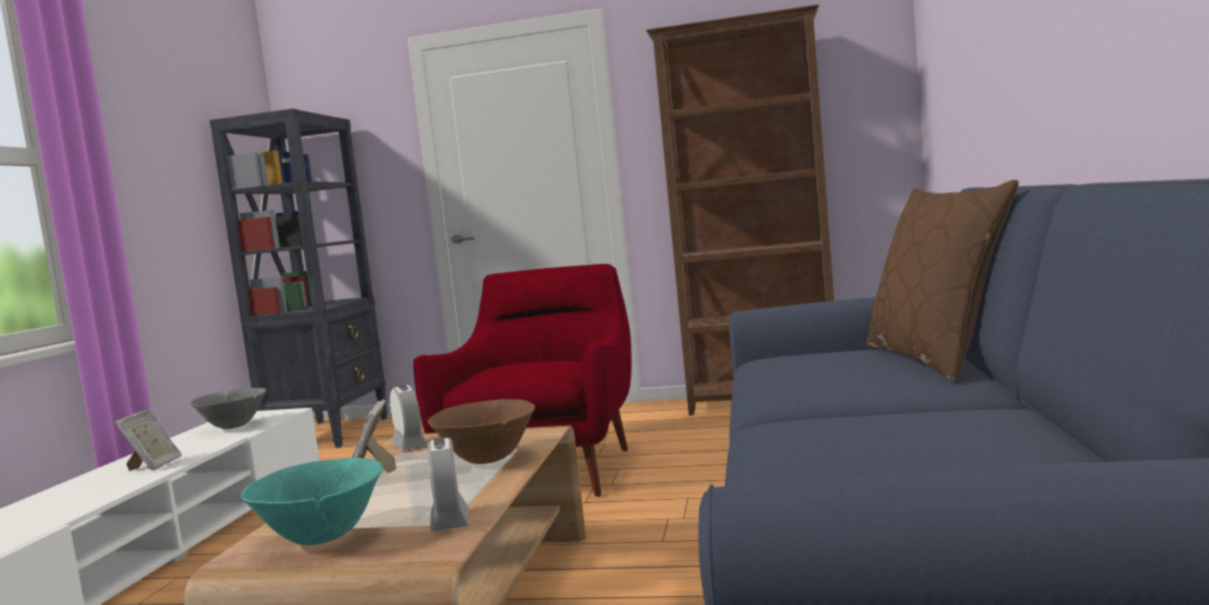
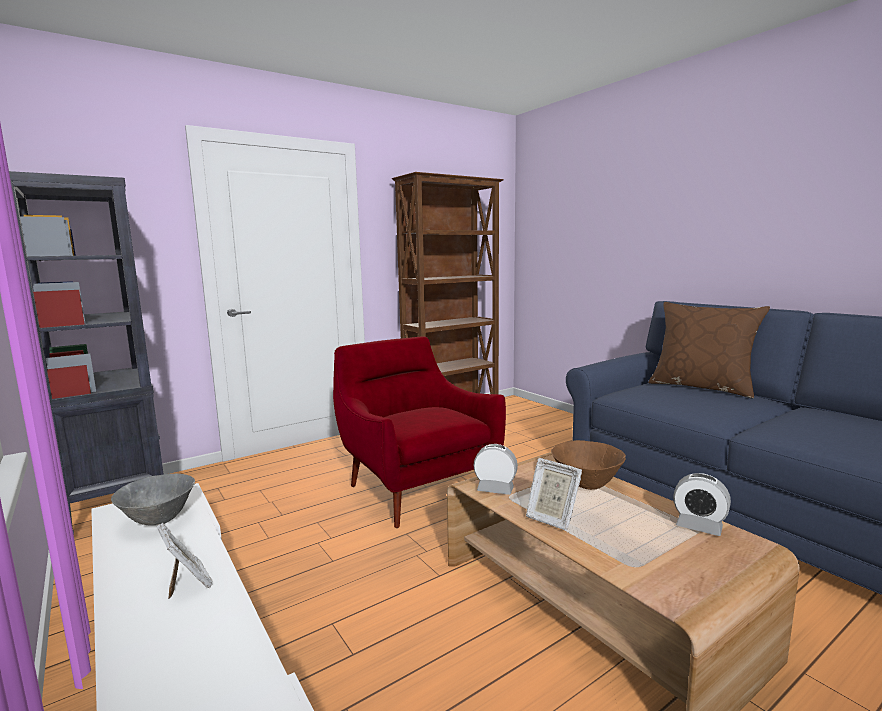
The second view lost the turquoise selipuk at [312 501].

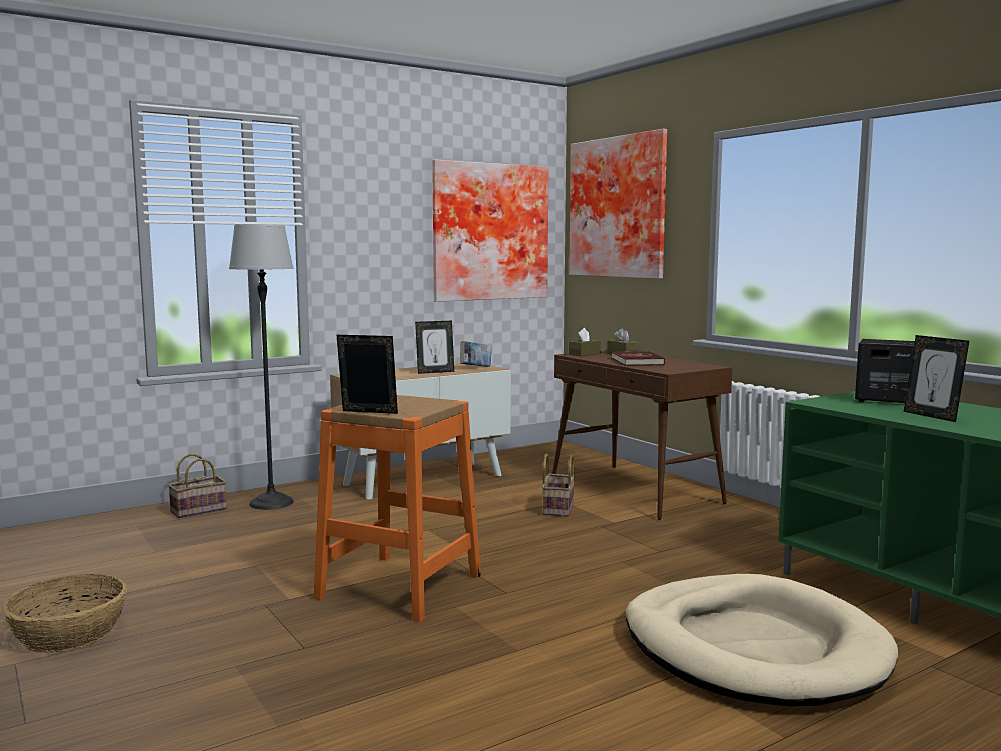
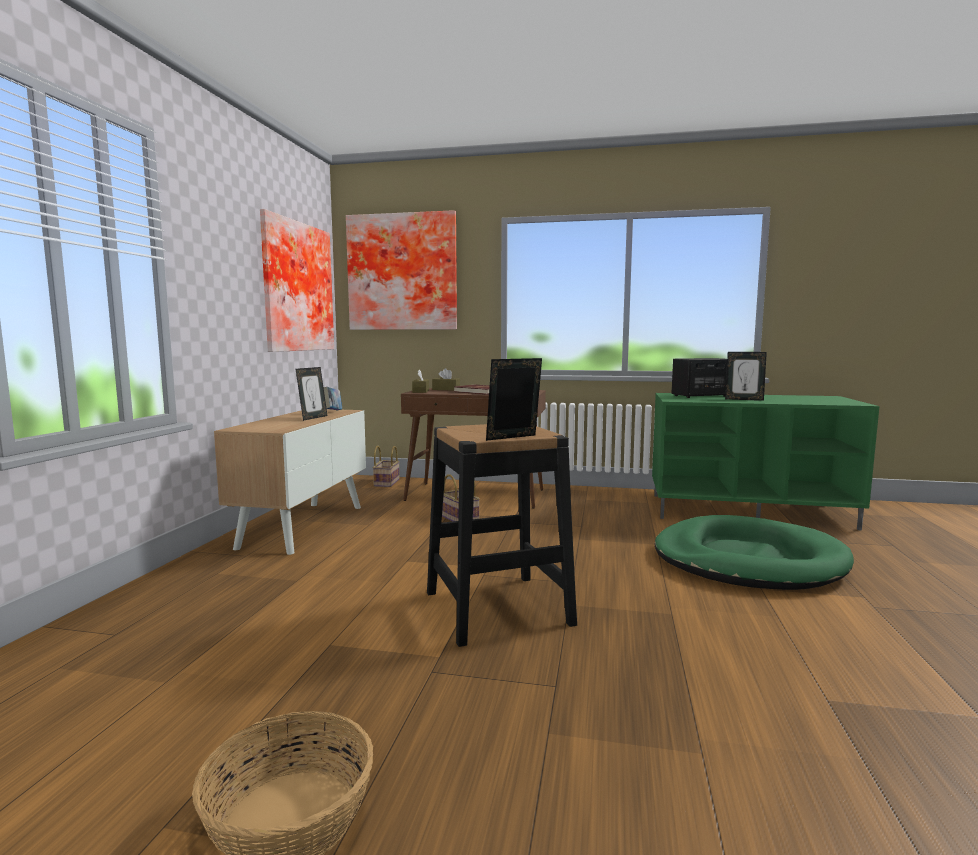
The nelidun ended up elsewhere, having gone from [197 486] to [386 466]. The second view lost the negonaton at [261 367]. What was the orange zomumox at [397 508] turned into the black zomumox at [502 535]. What was the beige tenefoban at [762 640] turned into the green tenefoban at [754 552].

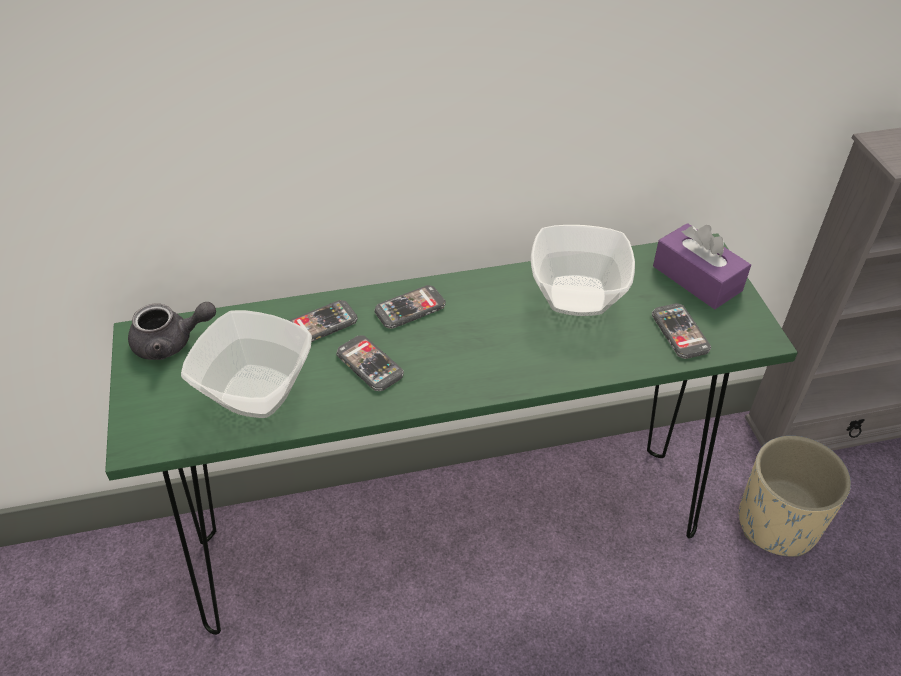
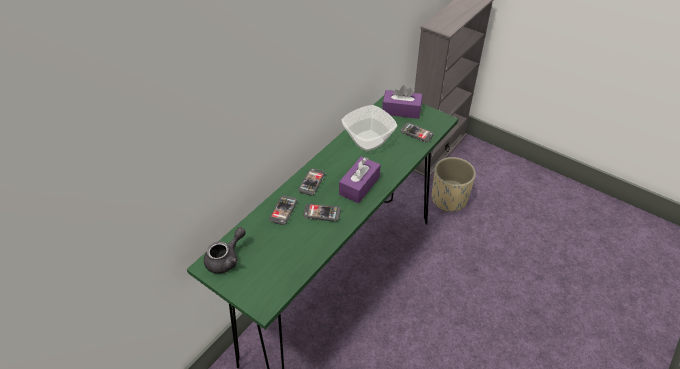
The second view lost the selipuk at [246 364]. The second view gained the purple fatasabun at [360 179].

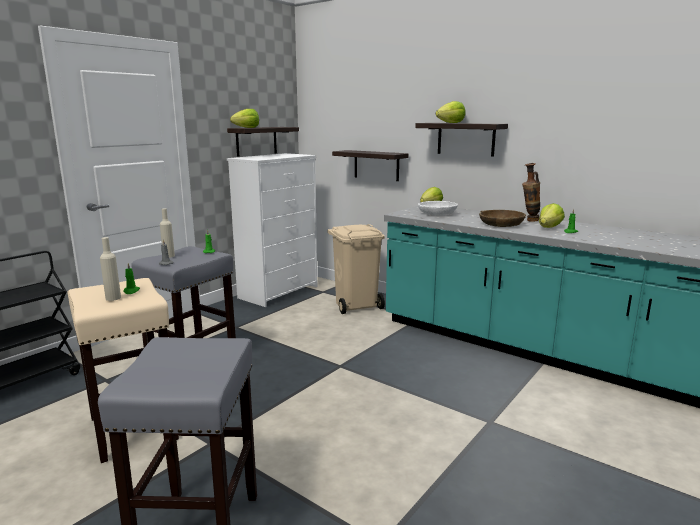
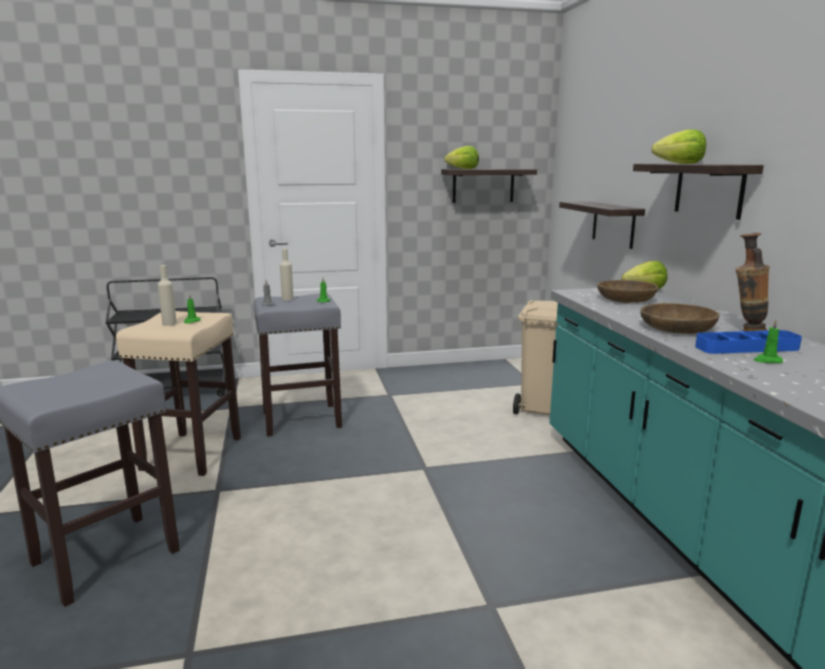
The second view lost the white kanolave at [272 230]. What was the white selipuk at [438 208] turned into the brown selipuk at [628 291]. Where the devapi stood at [552 215], the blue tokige came to stand at [748 342].

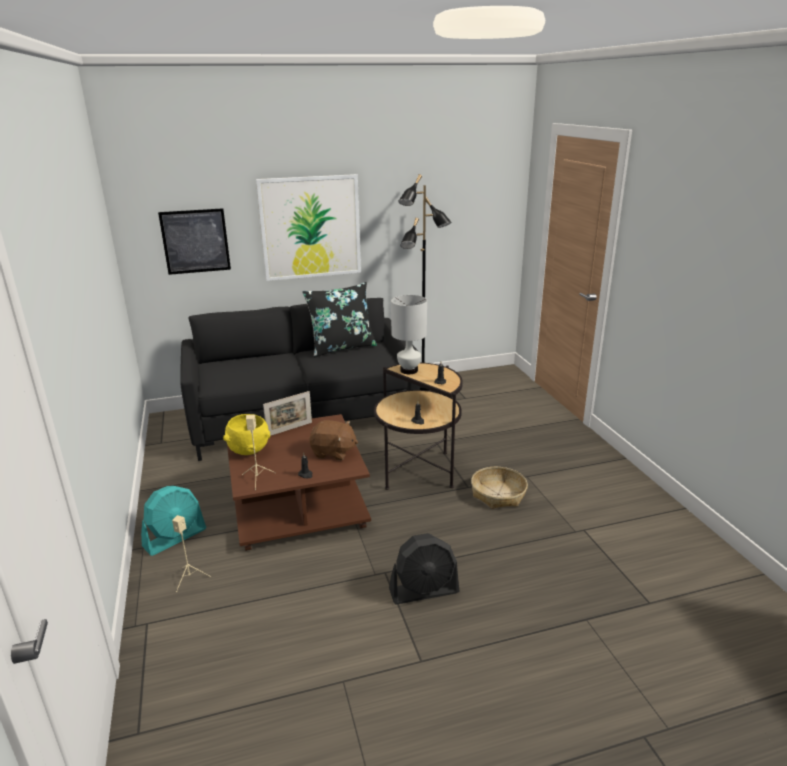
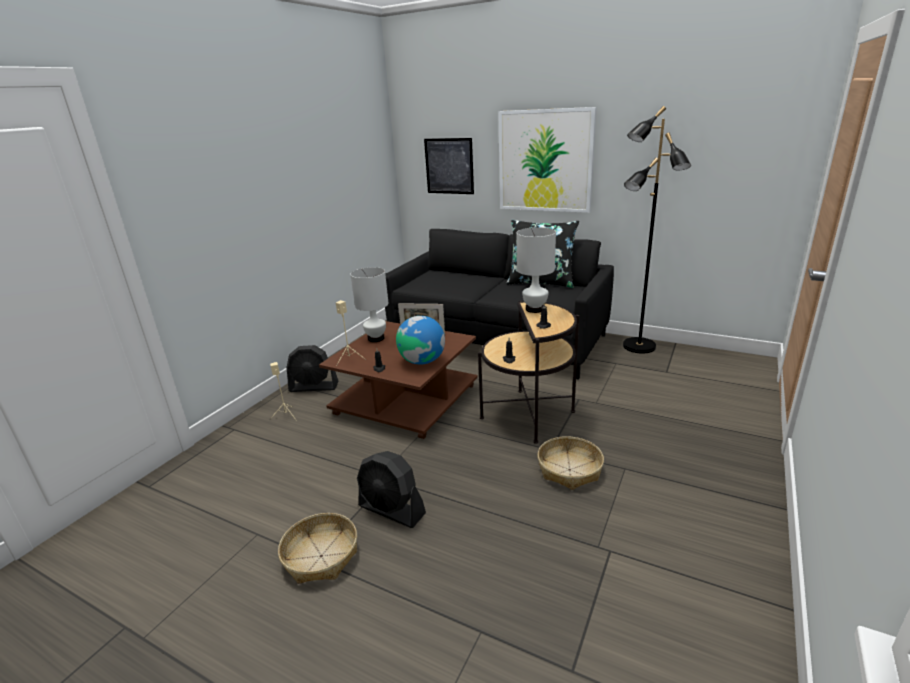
What was the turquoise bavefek at [173 521] turned into the black bavefek at [312 368]. Where the yellow selipuk stood at [246 434], the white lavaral came to stand at [369 304]. Where the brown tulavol stood at [333 440], the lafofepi came to stand at [420 340]. The second view gained the nelidun at [317 548].

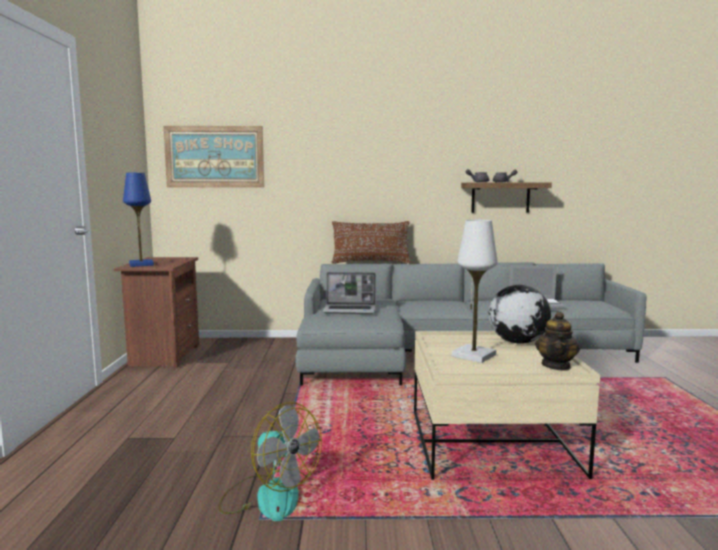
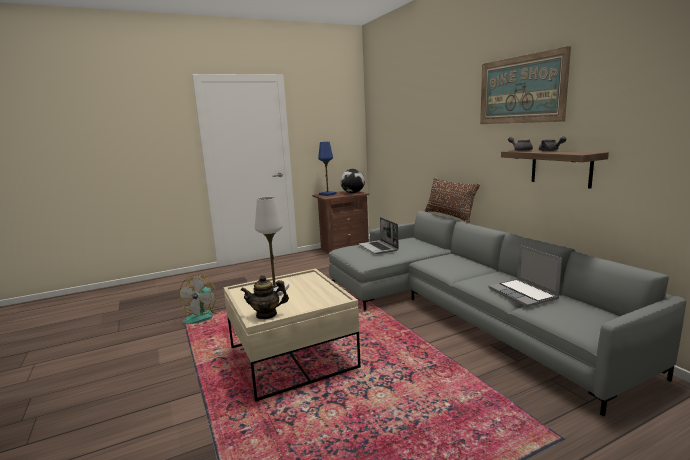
The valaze ended up elsewhere, having gone from [213 156] to [525 85]. The lafofepi ended up elsewhere, having gone from [520 314] to [352 181].

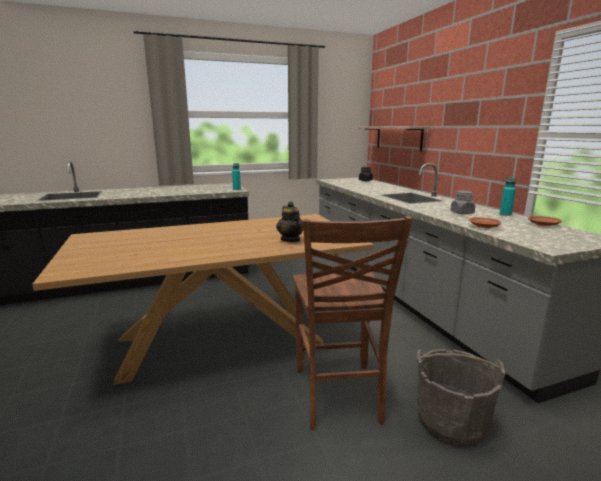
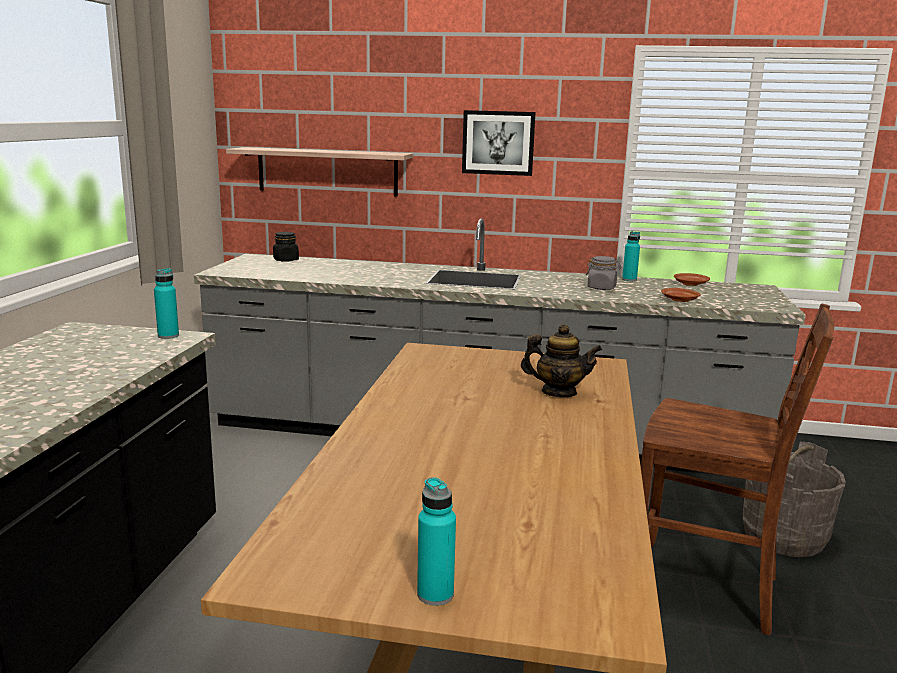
The second view gained the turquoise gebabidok at [436 541]. The second view gained the valaze at [499 143].

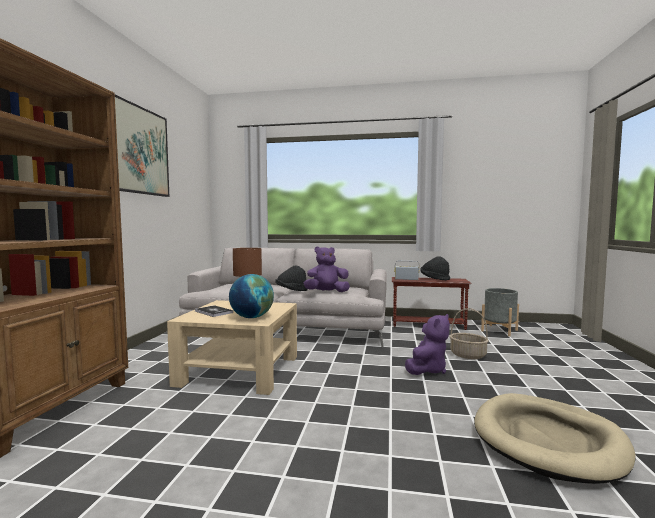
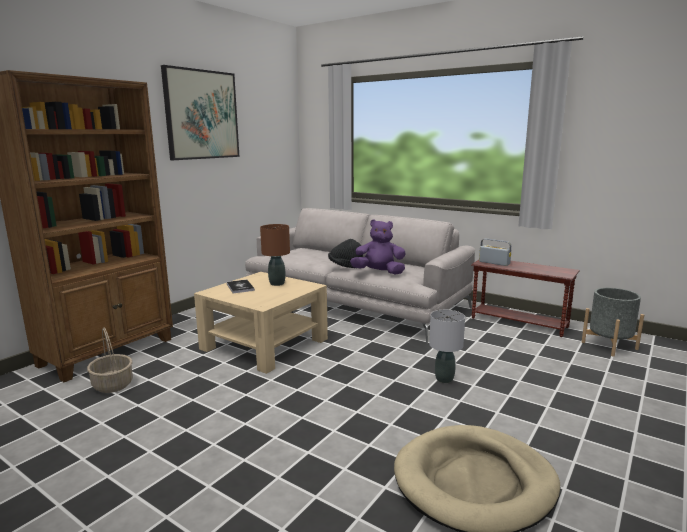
The second view lost the lafofepi at [251 296]. Where the purple tulavol stood at [427 344], the grey lavaral came to stand at [447 346]. The second view lost the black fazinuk at [435 268]. The nelidun ended up elsewhere, having gone from [469 333] to [110 360].

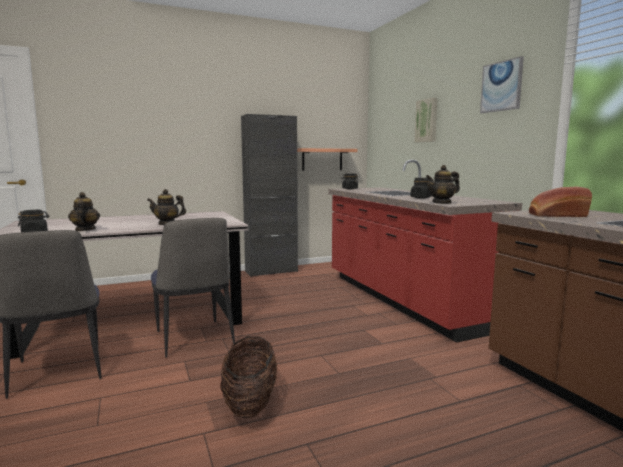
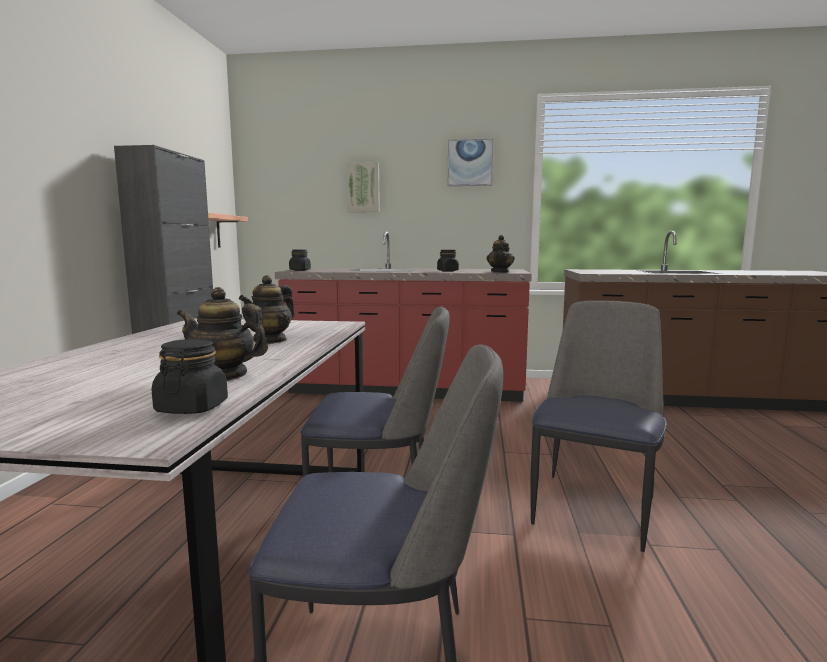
Where the nelidun stood at [248 377], the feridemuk came to stand at [598 426]. The second view lost the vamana at [560 202].

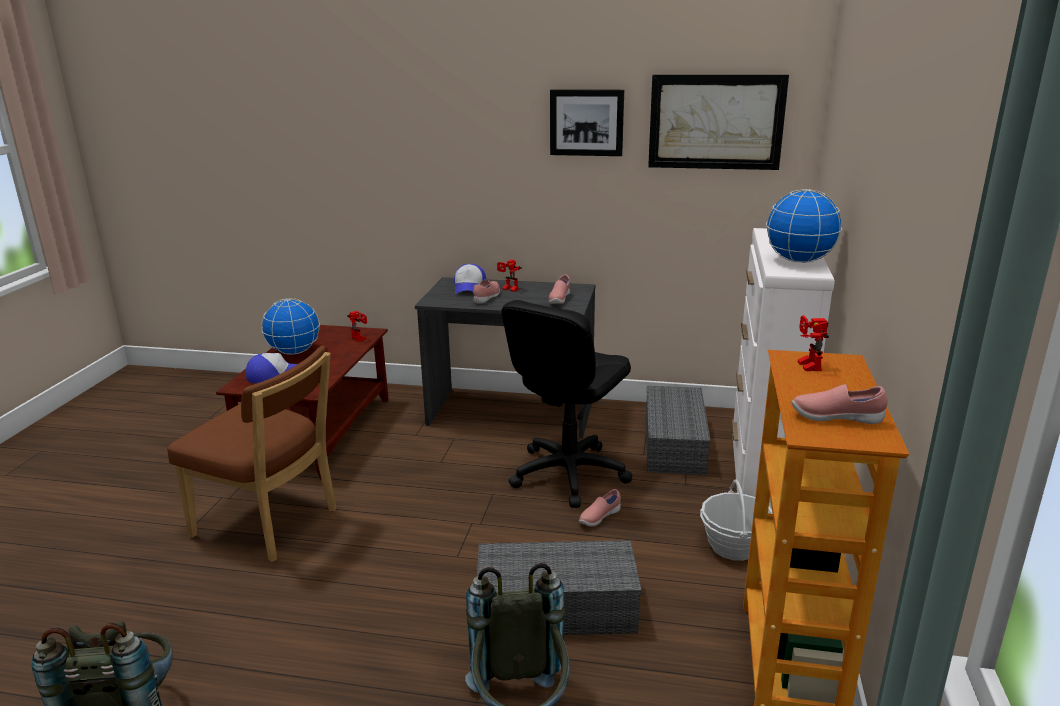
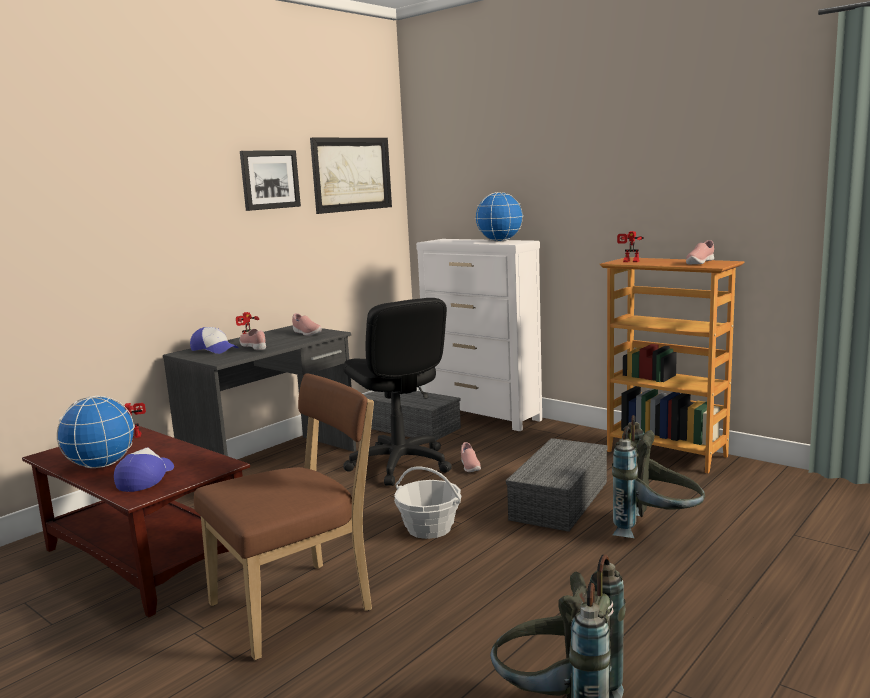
The nelidun ended up elsewhere, having gone from [736 520] to [427 502].

